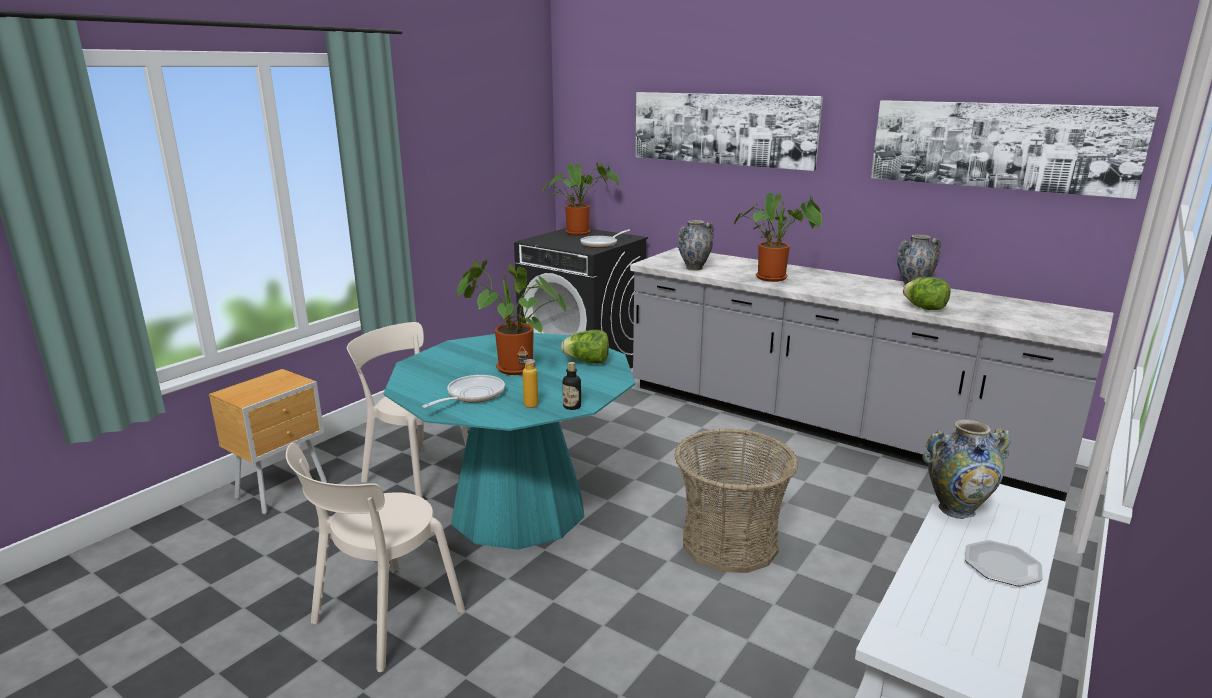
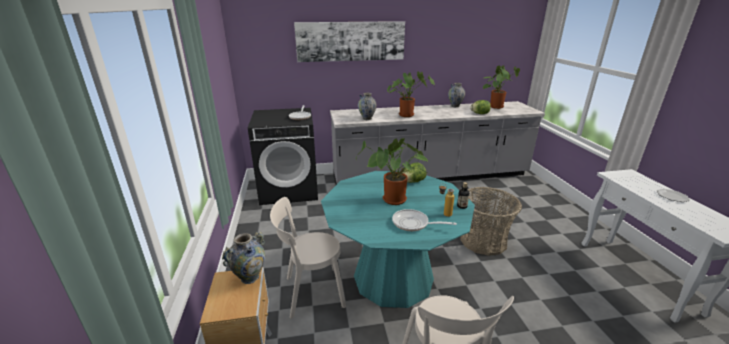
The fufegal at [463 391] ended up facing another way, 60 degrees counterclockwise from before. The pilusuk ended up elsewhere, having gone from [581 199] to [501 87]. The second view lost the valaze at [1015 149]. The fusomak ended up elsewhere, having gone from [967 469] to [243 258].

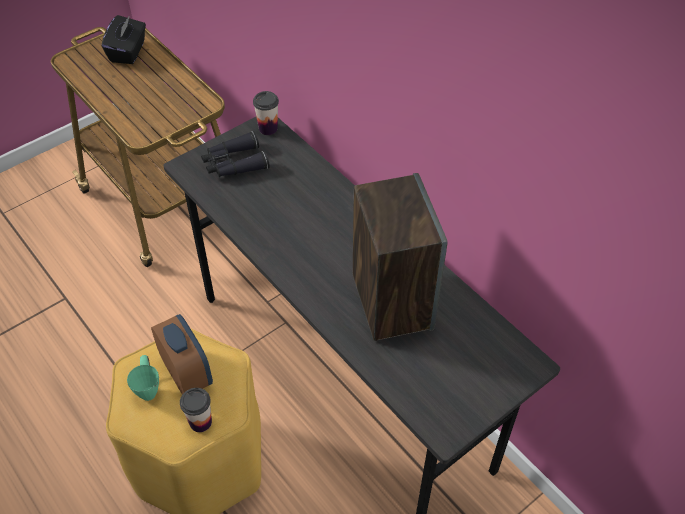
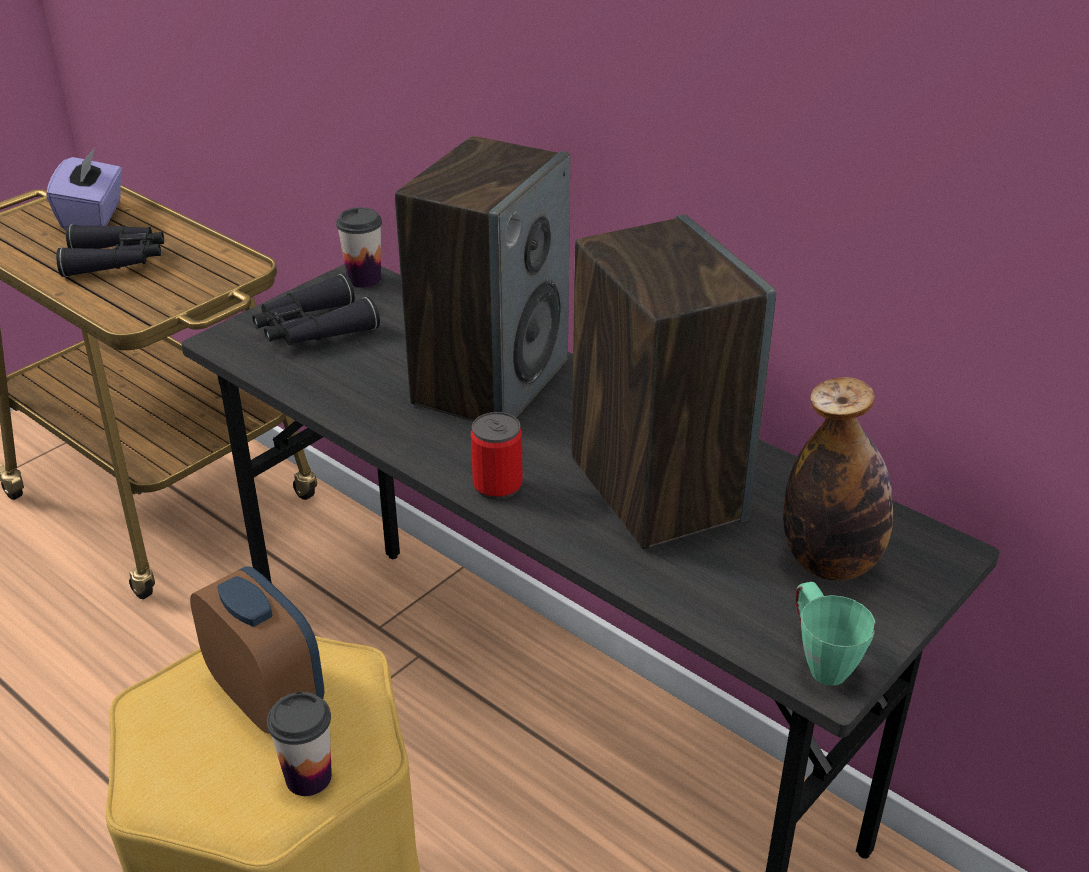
What was the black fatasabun at [124 39] turned into the purple fatasabun at [84 188]. The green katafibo ended up elsewhere, having gone from [143 378] to [835 634]. The second view gained the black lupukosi at [110 250]. The second view gained the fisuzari at [482 278]. The second view gained the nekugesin at [497 456]. The second view gained the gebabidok at [838 479].

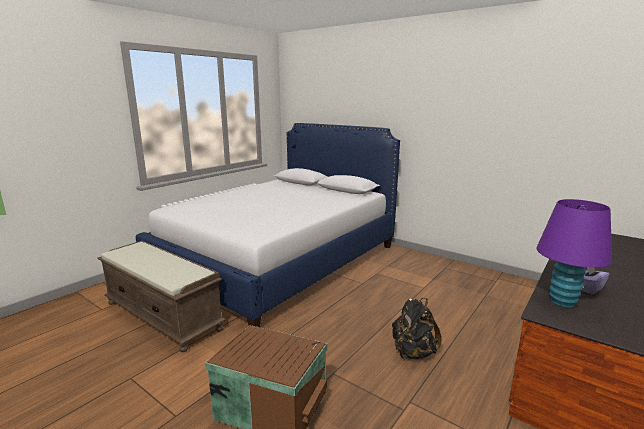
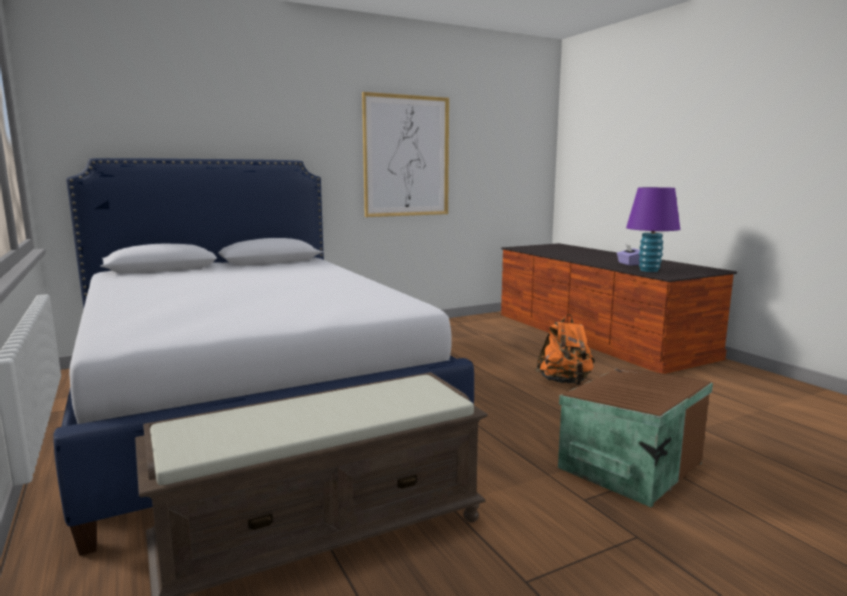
What was the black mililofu at [416 329] turned into the orange mililofu at [565 349]. The second view gained the valaze at [405 154].

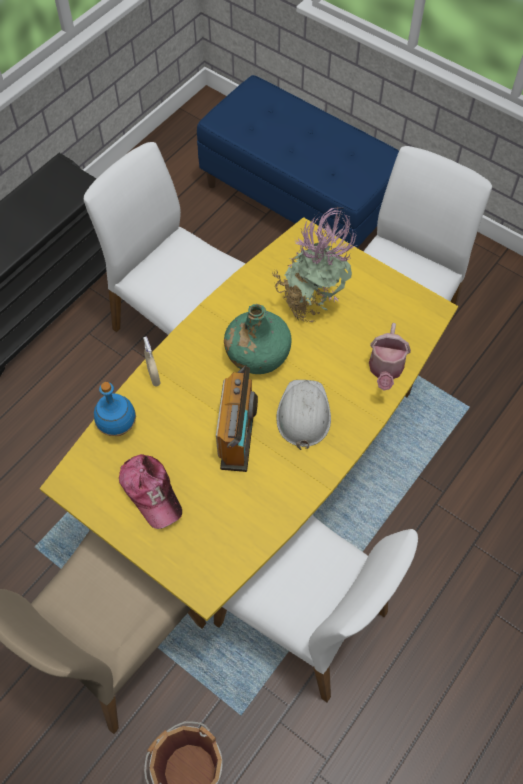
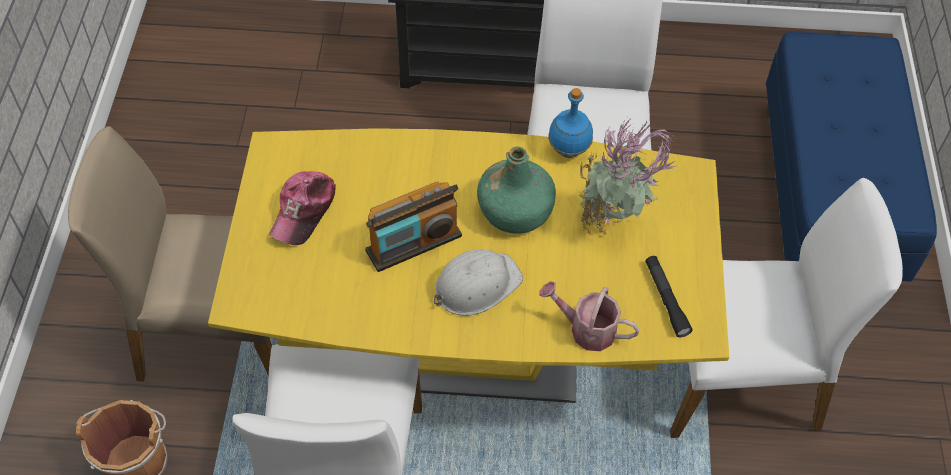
The blue gebabidok ended up elsewhere, having gone from [115 409] to [570 123]. The second view lost the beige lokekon at [151 361]. The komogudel at [390 357] ended up facing another way, 45 degrees clockwise from before. The second view gained the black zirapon at [669 296].

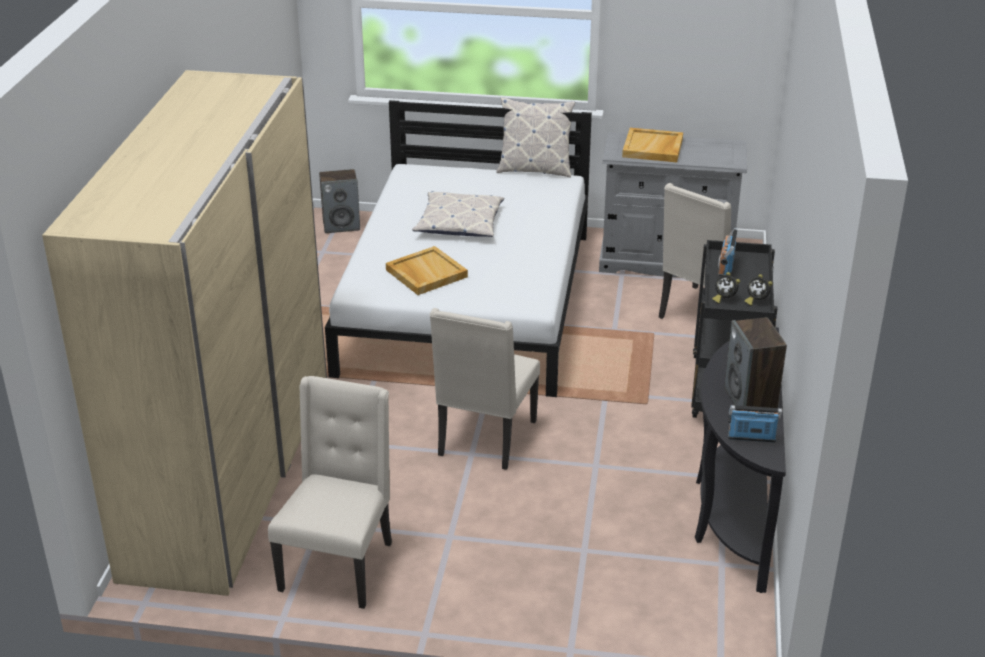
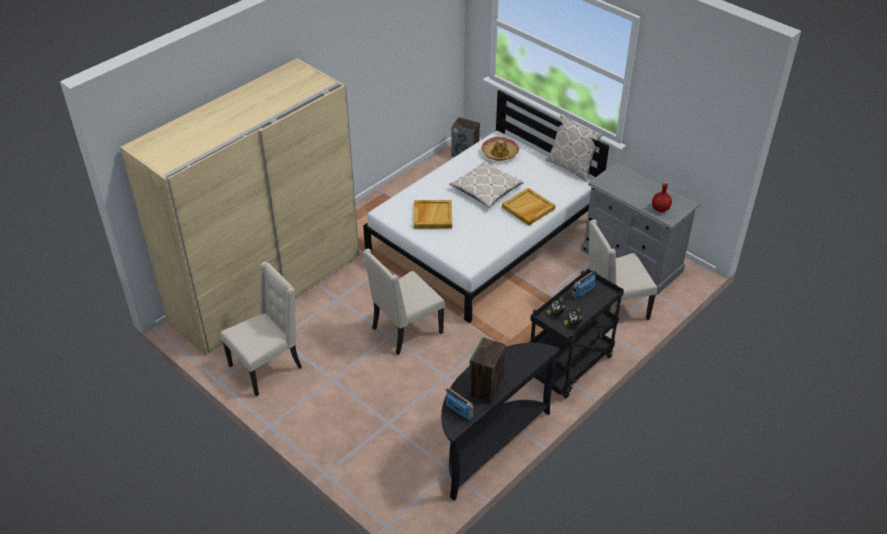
The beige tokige ended up elsewhere, having gone from [652 145] to [529 207]. The second view gained the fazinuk at [500 149]. The second view gained the red gebabidok at [662 197].

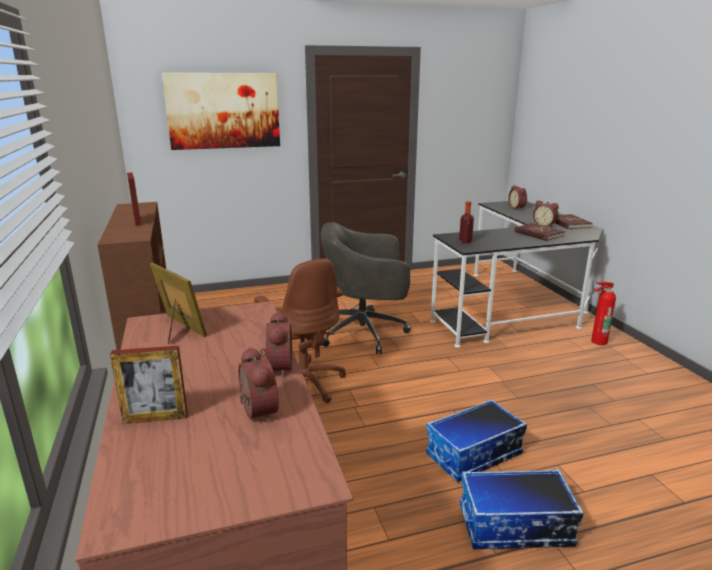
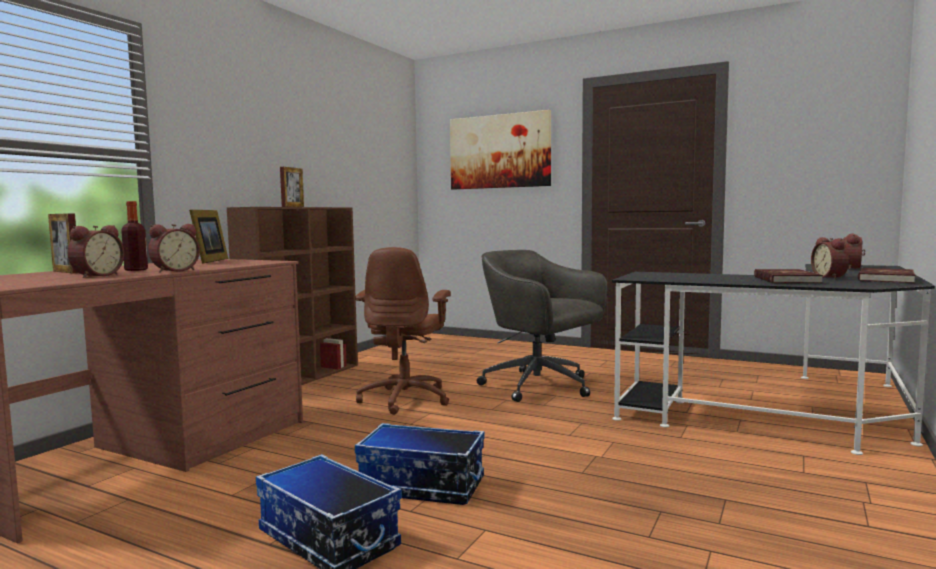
The gebabidok ended up elsewhere, having gone from [466 222] to [134 236]. The second view lost the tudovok at [603 313].

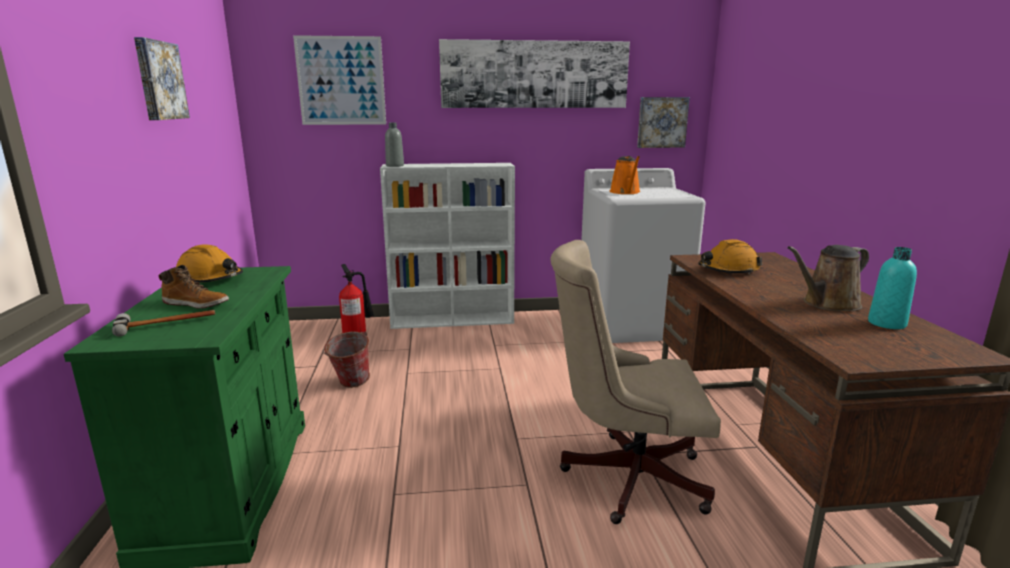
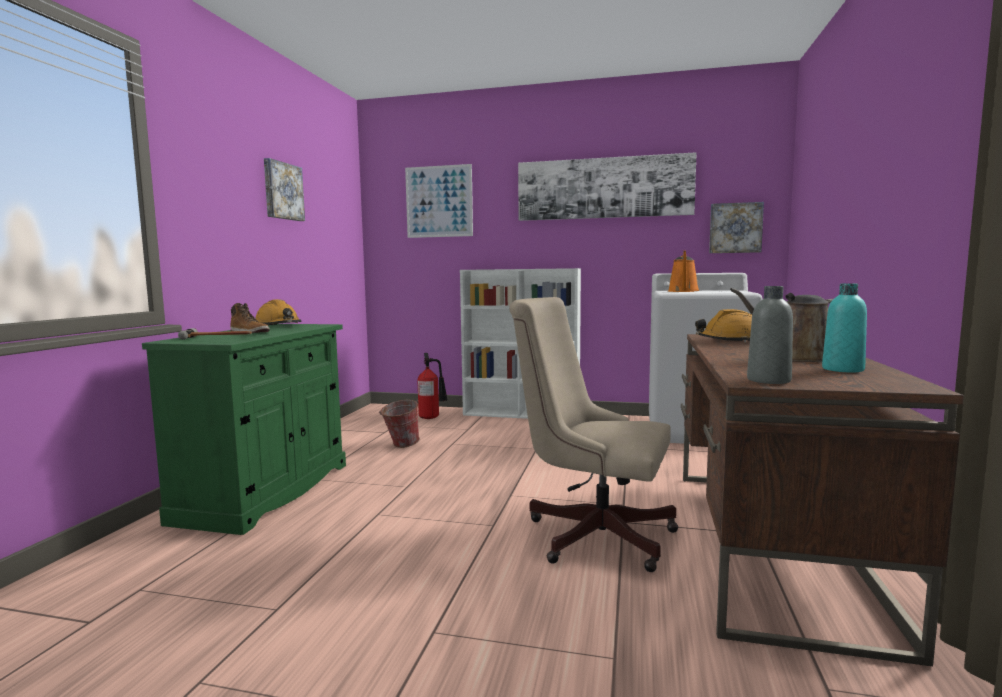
The grey gebabidok ended up elsewhere, having gone from [394 144] to [770 335].

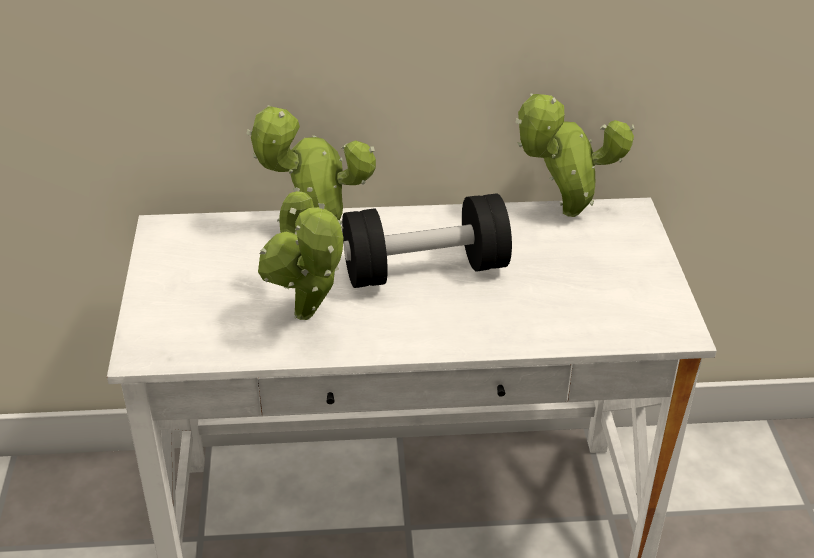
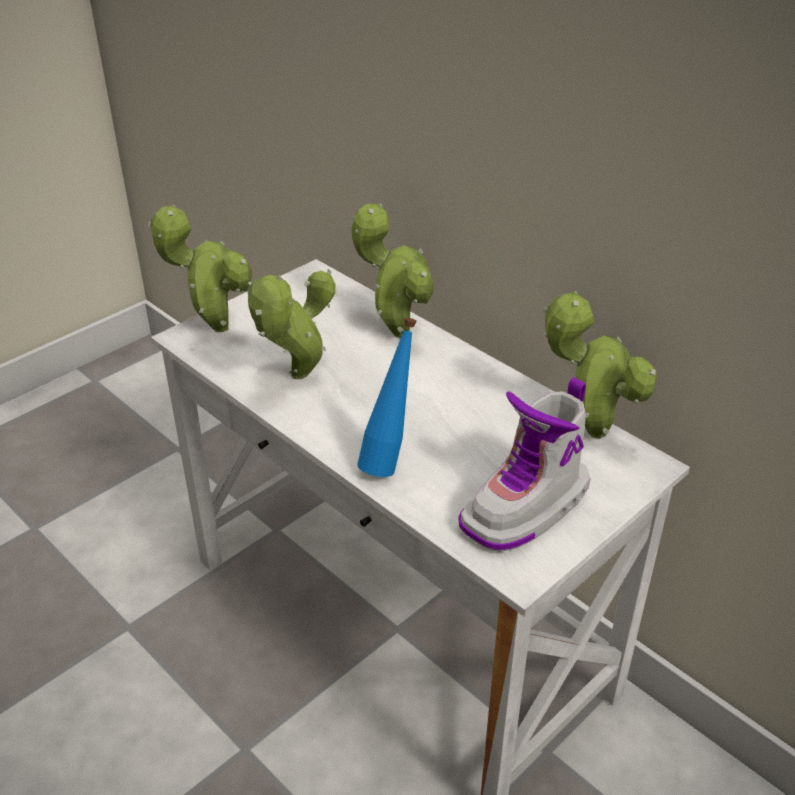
The second view lost the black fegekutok at [427 240]. The second view gained the pilusuk at [200 268]. The second view gained the blue gebabidok at [386 397]. The second view gained the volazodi at [524 464].

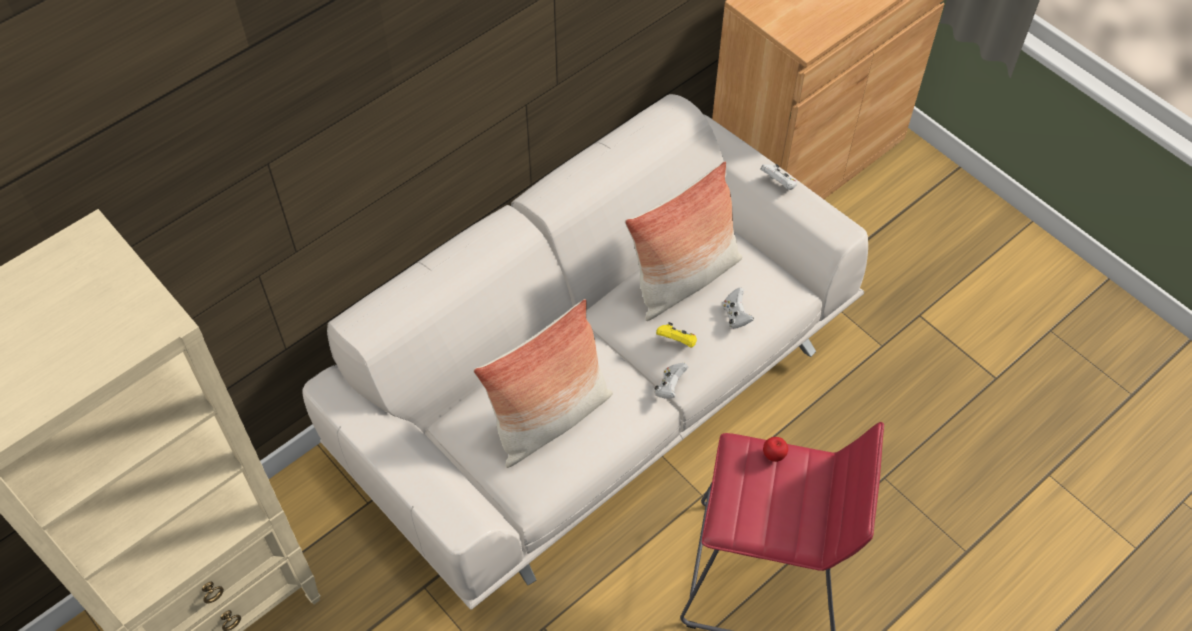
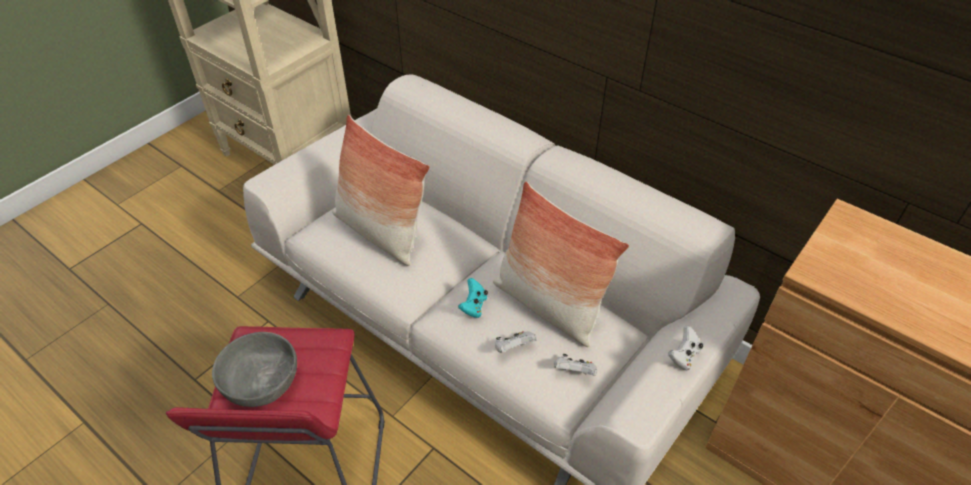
The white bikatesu ended up elsewhere, having gone from [671 381] to [575 365]. What was the yellow bikatesu at [676 335] turned into the turquoise bikatesu at [473 298]. The second view lost the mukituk at [775 449]. The second view gained the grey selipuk at [254 369].

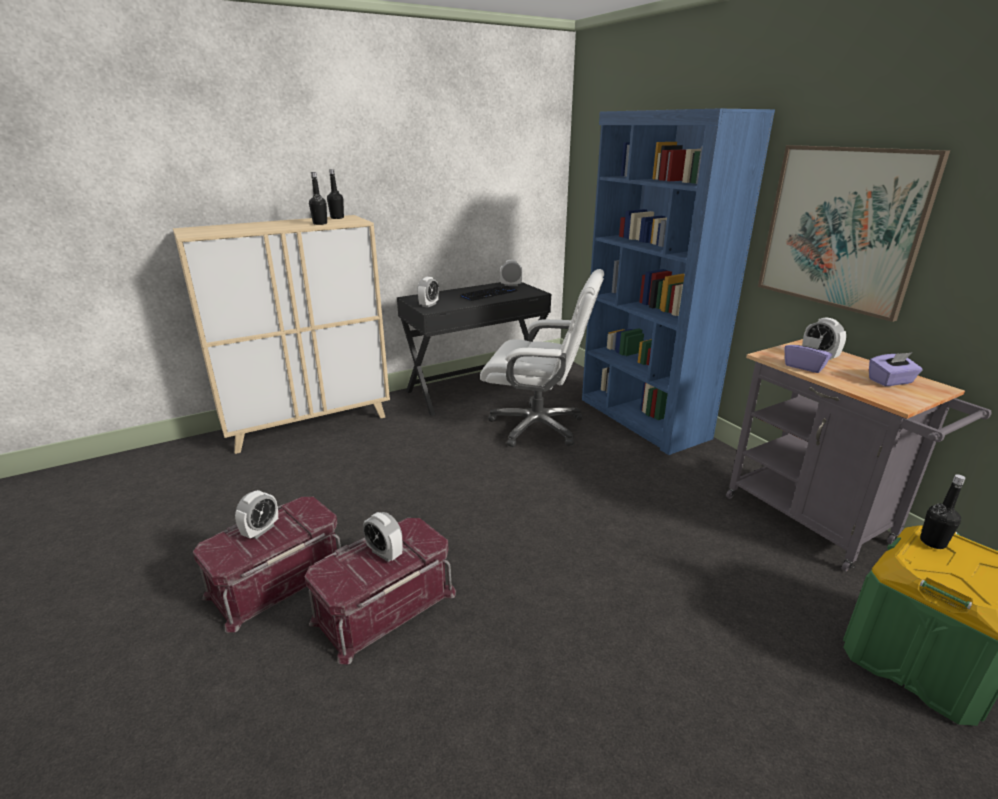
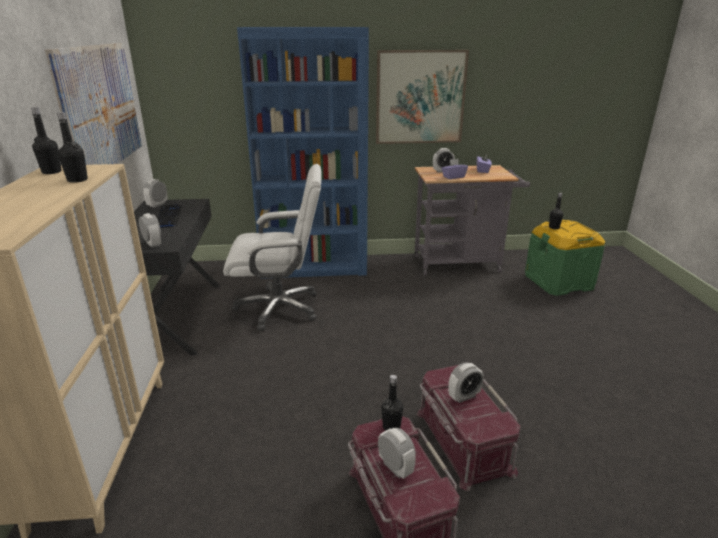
The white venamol at [542 358] ended up facing another way, 45 degrees clockwise from before. The second view gained the valaze at [93 104]. The second view gained the black gebabidok at [392 403].

